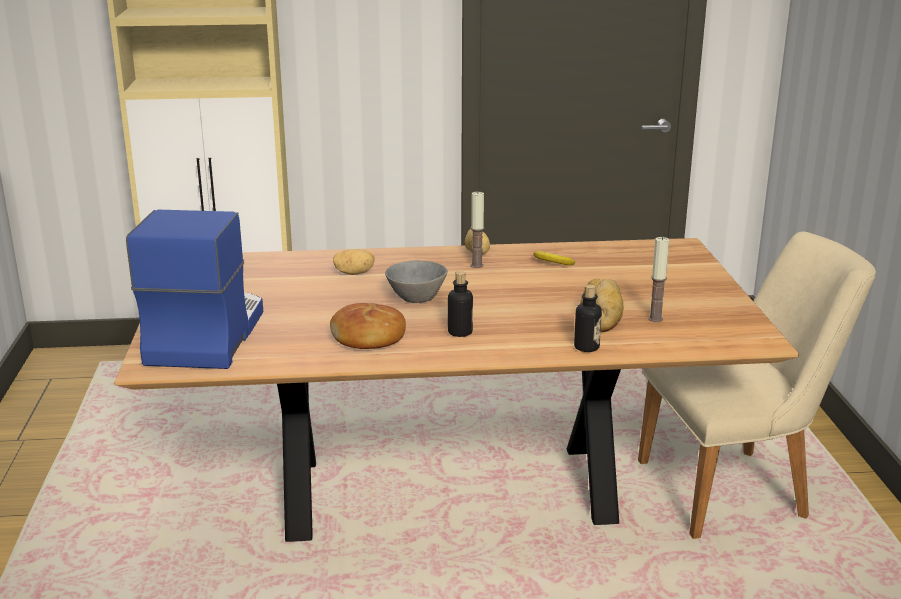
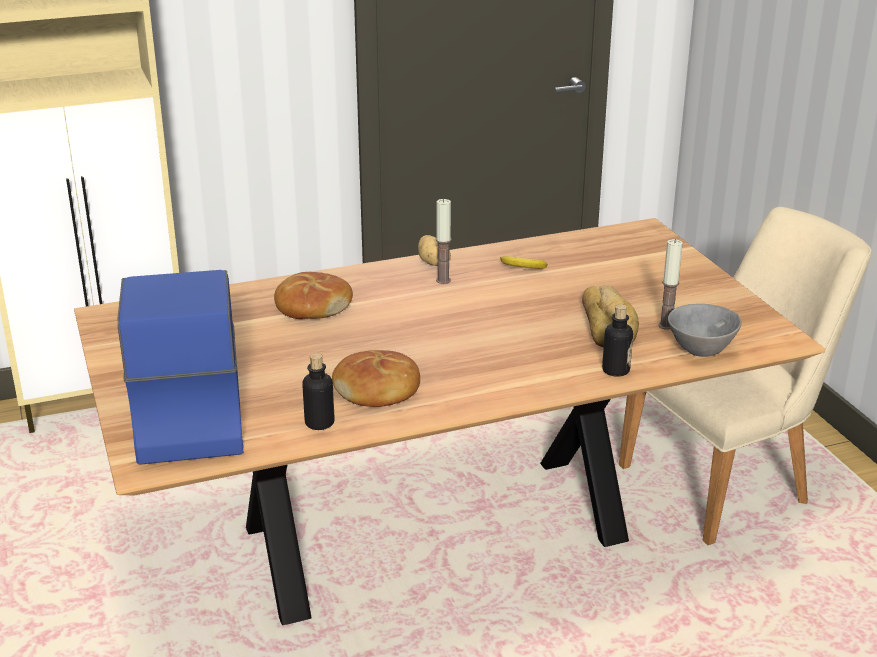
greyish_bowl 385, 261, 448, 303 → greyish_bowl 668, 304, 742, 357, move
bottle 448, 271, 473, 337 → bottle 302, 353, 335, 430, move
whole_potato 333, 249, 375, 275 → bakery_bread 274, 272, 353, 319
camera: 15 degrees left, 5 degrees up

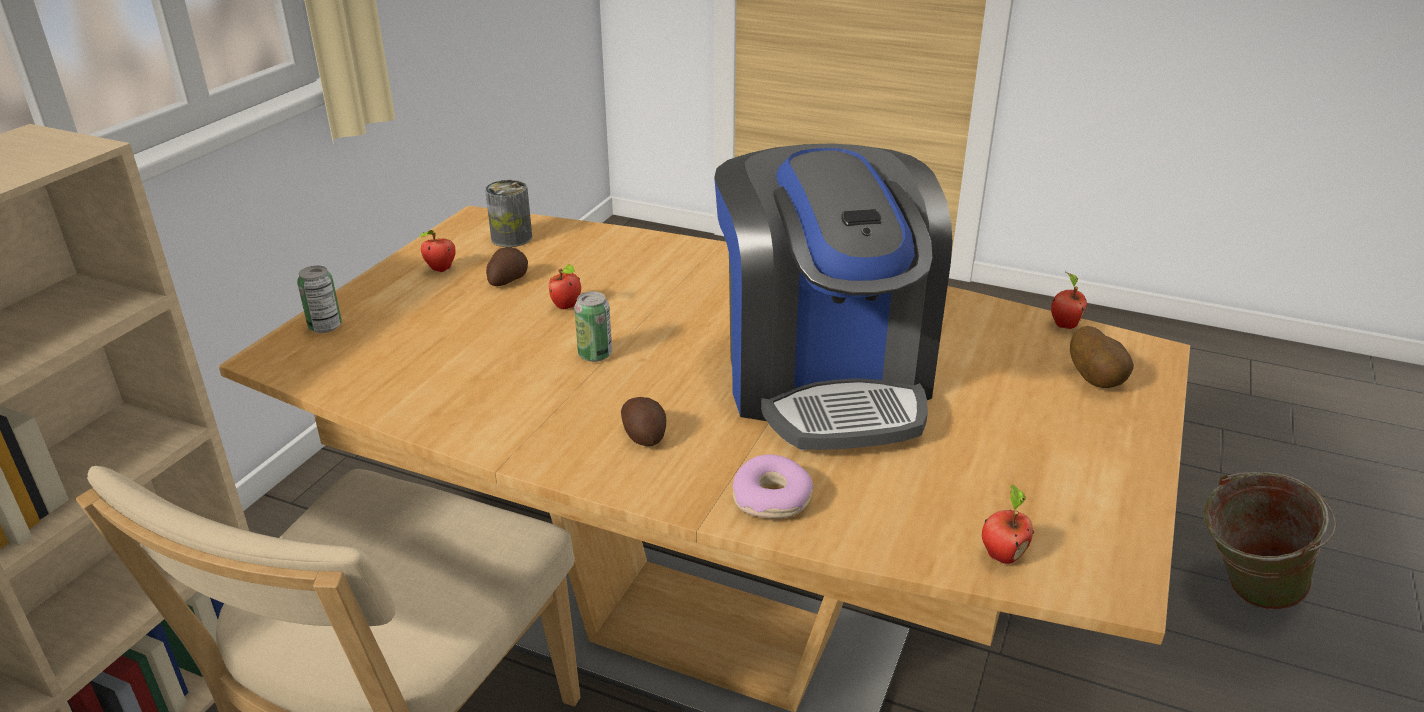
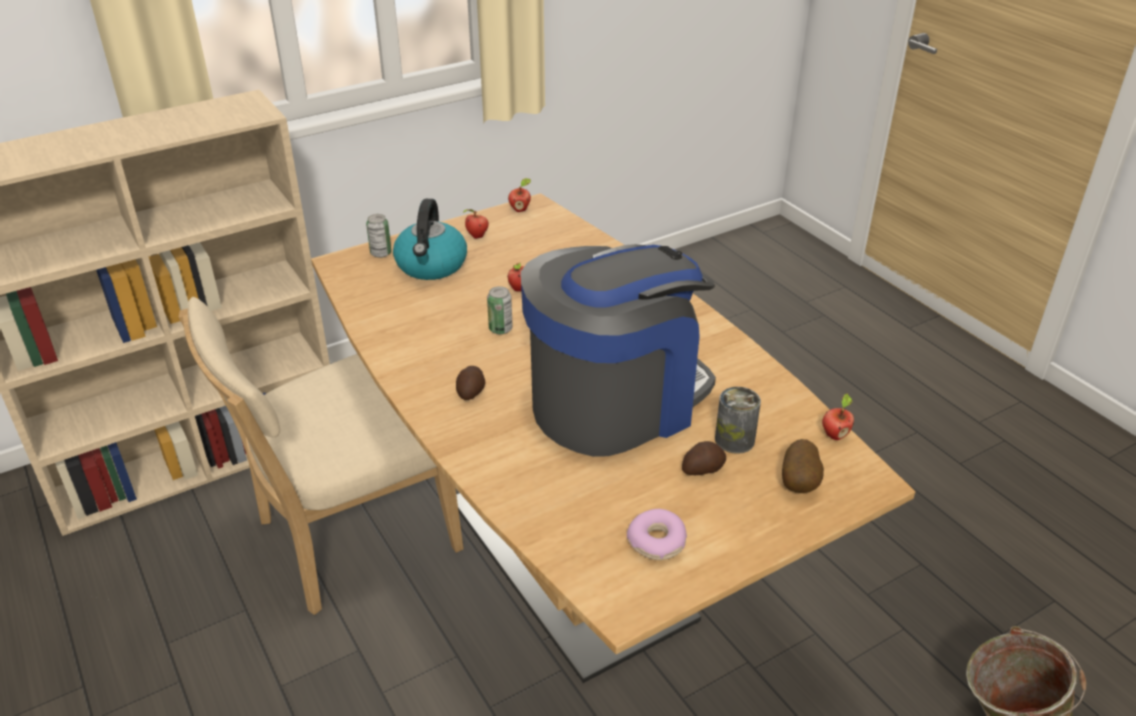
- → water_kettle 393, 199, 467, 280
can 485, 180, 532, 247 → can 715, 387, 761, 454, move
whole_potato 486, 247, 528, 286 → whole_potato 682, 441, 726, 475, move
donut 733, 454, 814, 519 → donut 627, 509, 687, 560, move
apple 982, 485, 1034, 564 → apple 508, 178, 531, 212, move
coffee_machine 714, 143, 952, 450 → coffee_machine 521, 244, 716, 457, 150 degrees counterclockwise
camera: 35 degrees right, 5 degrees up

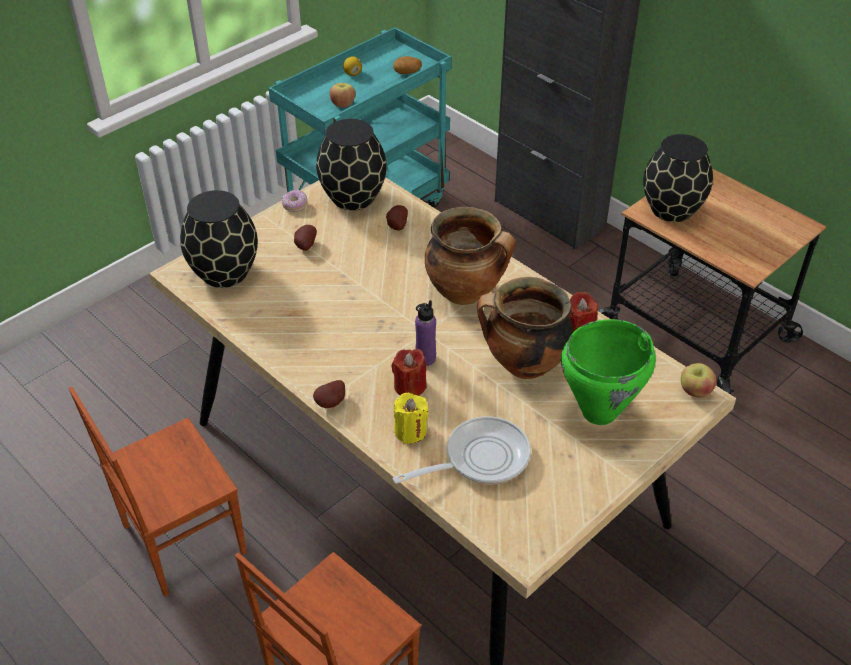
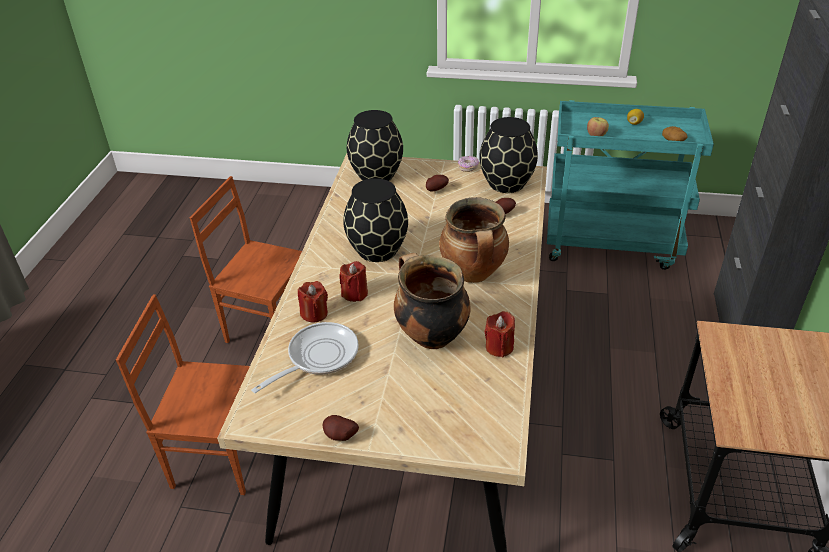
purple_bottle 415, 300, 436, 366 → -
green_stockpot 561, 319, 656, 425 → -
apple 681, 363, 716, 398 → -
whole_potato 313, 380, 345, 408 → whole_potato 323, 415, 359, 441, move
black-coloured_vase 643, 134, 713, 222 → black-coloured_vase 343, 178, 408, 262, move
yellowish_wax_light 394, 393, 428, 444 → red_wax_light 298, 281, 328, 323
skillet 393, 416, 531, 484 → skillet 251, 322, 359, 393, 75 degrees counterclockwise
camera: 55 degrees right, 5 degrees down

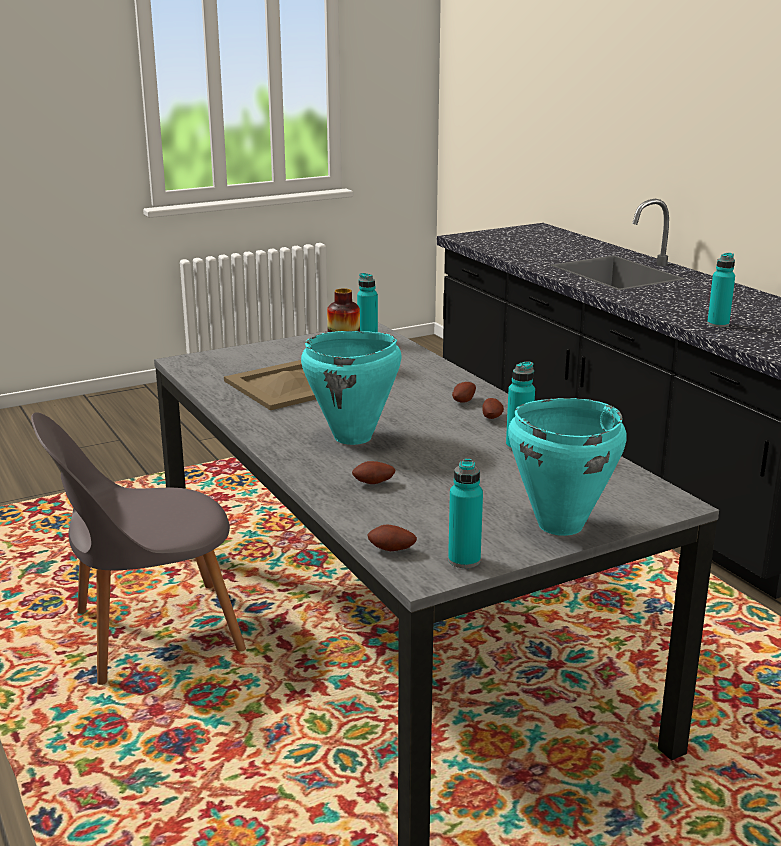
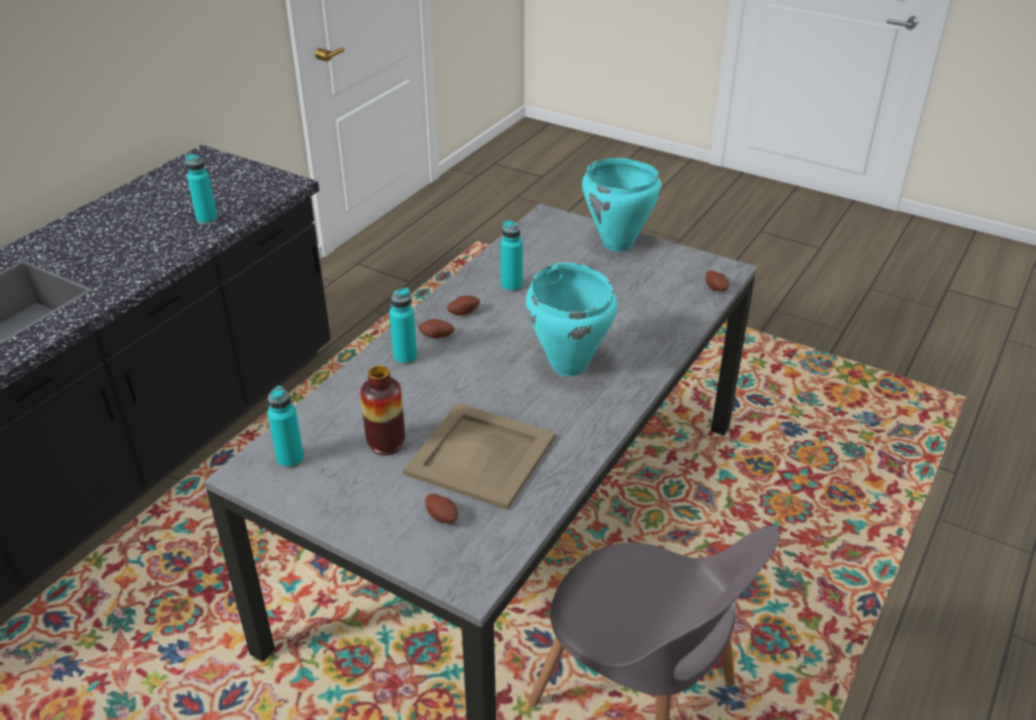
whole_potato 352, 461, 395, 484 → whole_potato 425, 494, 458, 523, move
turquoise_bottle 448, 459, 483, 568 → turquoise_bottle 389, 288, 417, 365, move
camera: 120 degrees left, 15 degrees up

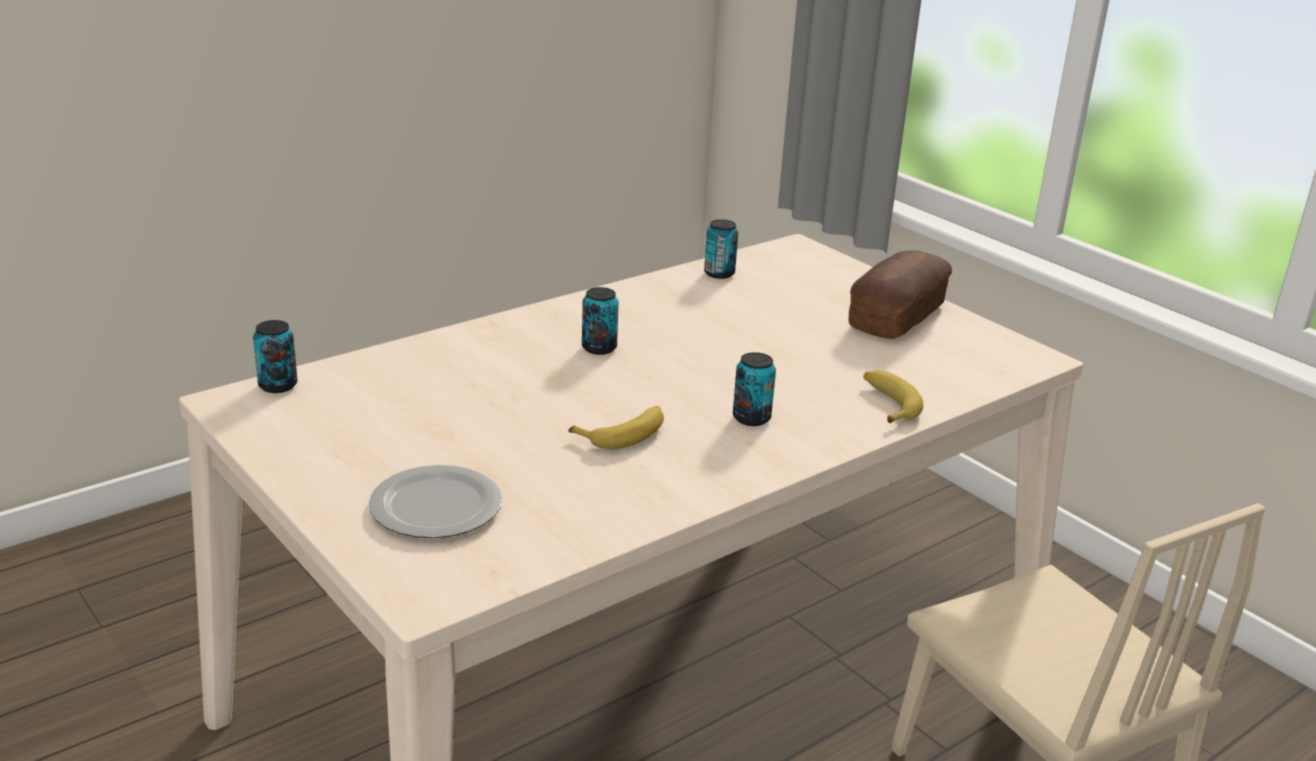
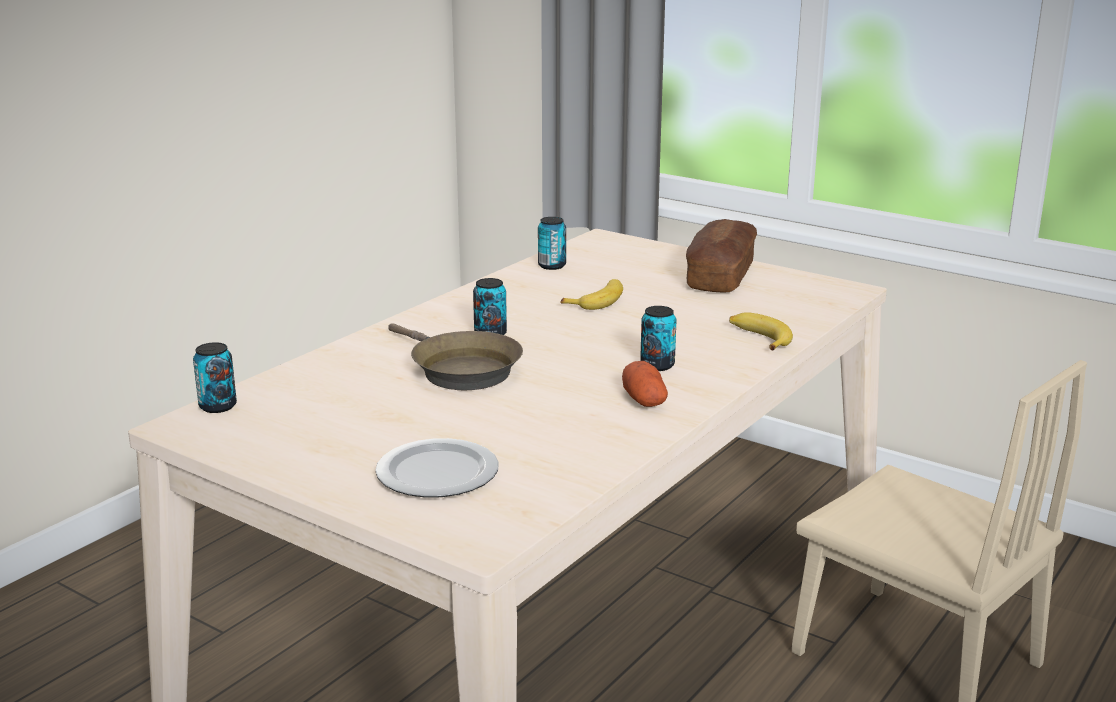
- → brownish_skillet 388, 323, 523, 390
- → whole_potato 622, 361, 668, 407
banana 568, 406, 664, 449 → banana 560, 279, 623, 310, move
camera: 15 degrees left, 5 degrees down

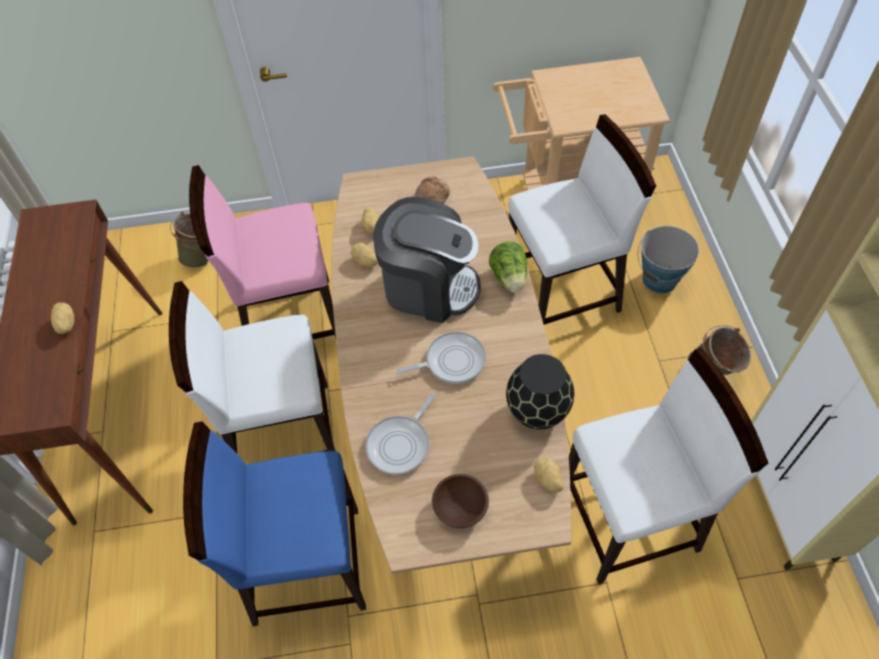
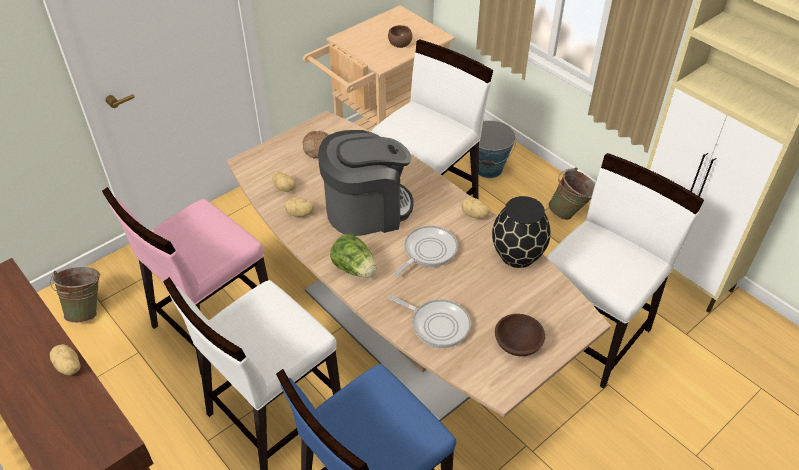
- → brownish_bowl 388, 25, 412, 48
lettuce_head 489, 241, 527, 293 → lettuce_head 330, 234, 376, 278, move
whole_potato 534, 458, 564, 493 → whole_potato 462, 197, 490, 219, move
skillet 365, 393, 435, 475 → skillet 389, 295, 471, 348, 60 degrees counterclockwise
camera: 35 degrees left, 10 degrees down

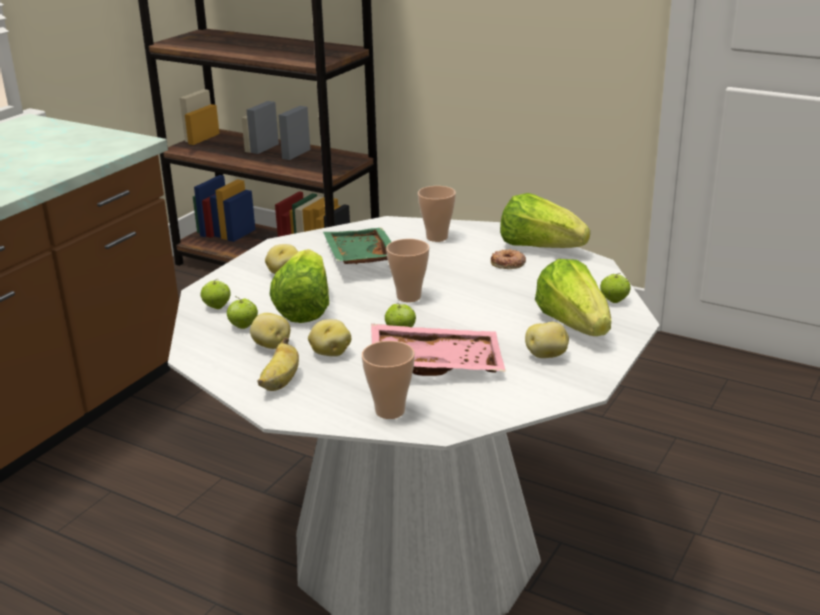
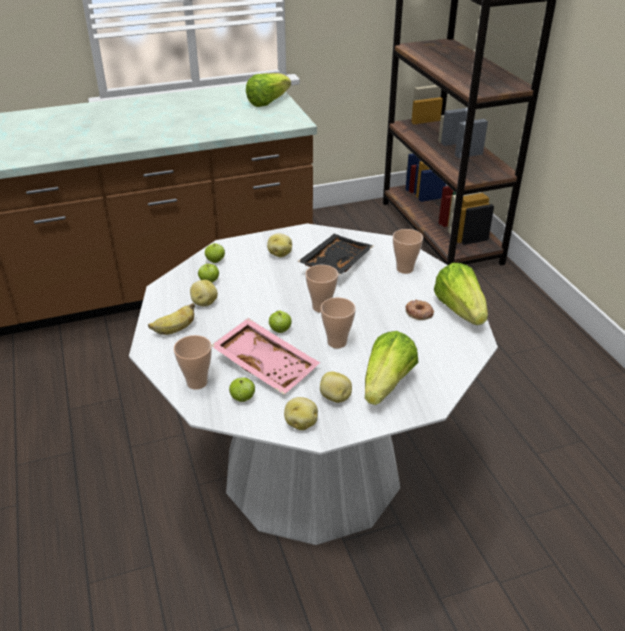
- → drinking_cup 321, 298, 356, 348
lettuce_head 270, 249, 329, 323 → lettuce_head 246, 73, 291, 107, move
whole_potato 308, 319, 351, 356 → whole_potato 284, 397, 318, 430, move
apple 600, 273, 631, 303 → apple 229, 377, 255, 402, move
green_serving_tray 323, 228, 391, 264 → black-coloured_serving_tray 297, 234, 374, 275
camera: 40 degrees right, 10 degrees up

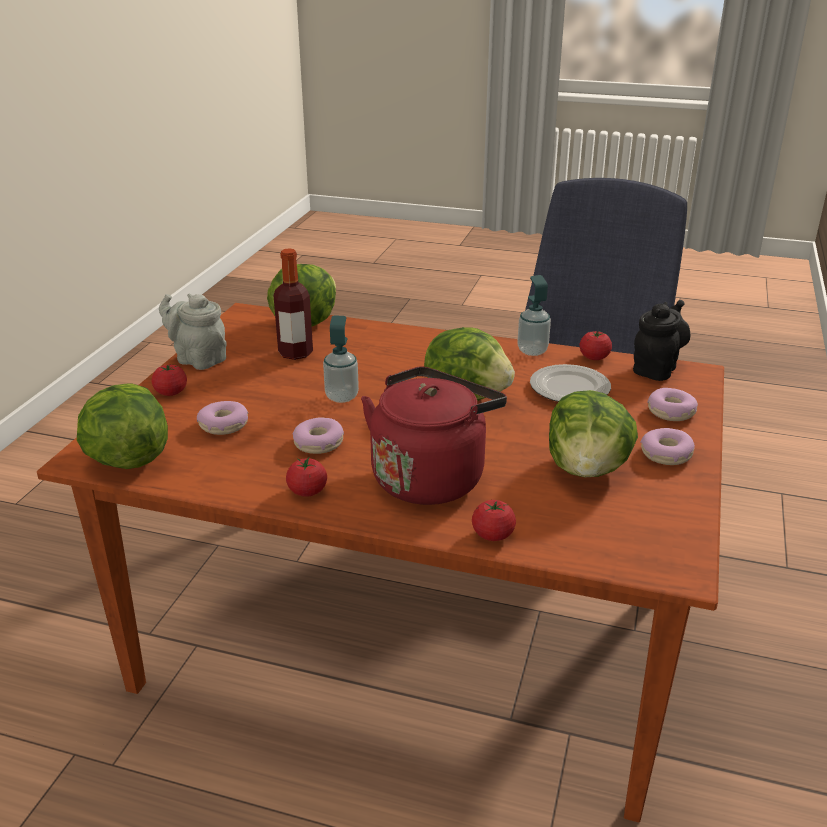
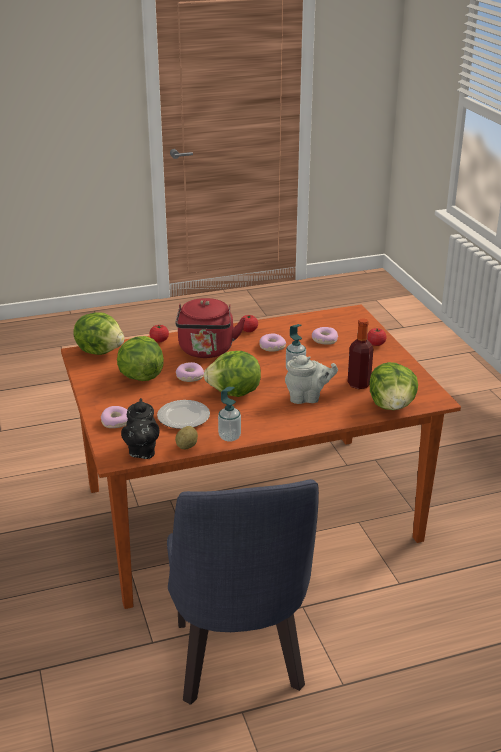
lettuce_head 77, 383, 168, 469 → lettuce_head 73, 312, 124, 355, move
greyish_tea_pot 159, 294, 227, 370 → greyish_tea_pot 285, 355, 338, 404, move
donut 640, 428, 695, 465 → donut 176, 362, 204, 382, move
whole_tomato 579, 331, 612, 360 → whole_potato 175, 426, 198, 449
camera: 145 degrees right, 0 degrees up

